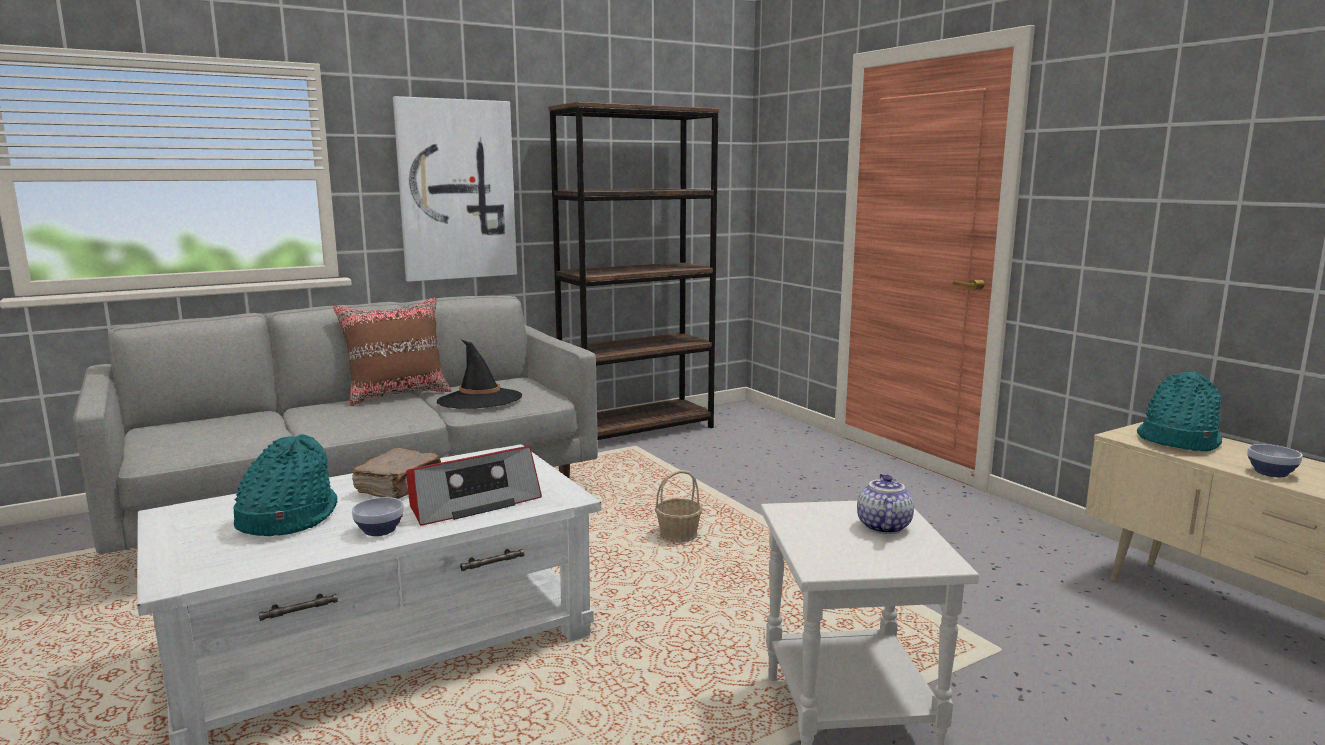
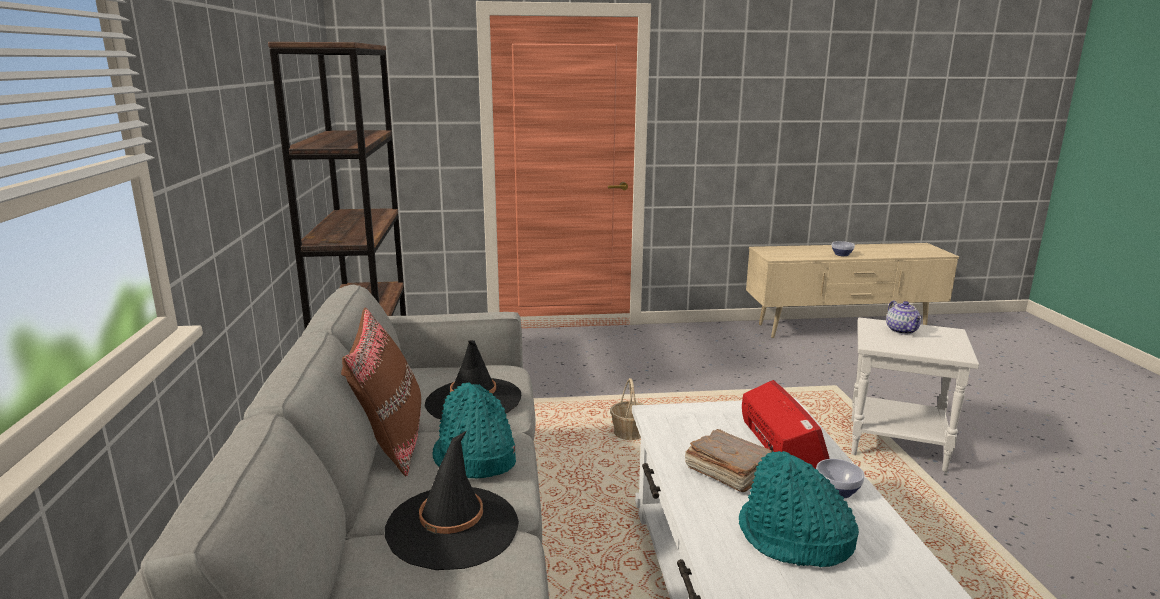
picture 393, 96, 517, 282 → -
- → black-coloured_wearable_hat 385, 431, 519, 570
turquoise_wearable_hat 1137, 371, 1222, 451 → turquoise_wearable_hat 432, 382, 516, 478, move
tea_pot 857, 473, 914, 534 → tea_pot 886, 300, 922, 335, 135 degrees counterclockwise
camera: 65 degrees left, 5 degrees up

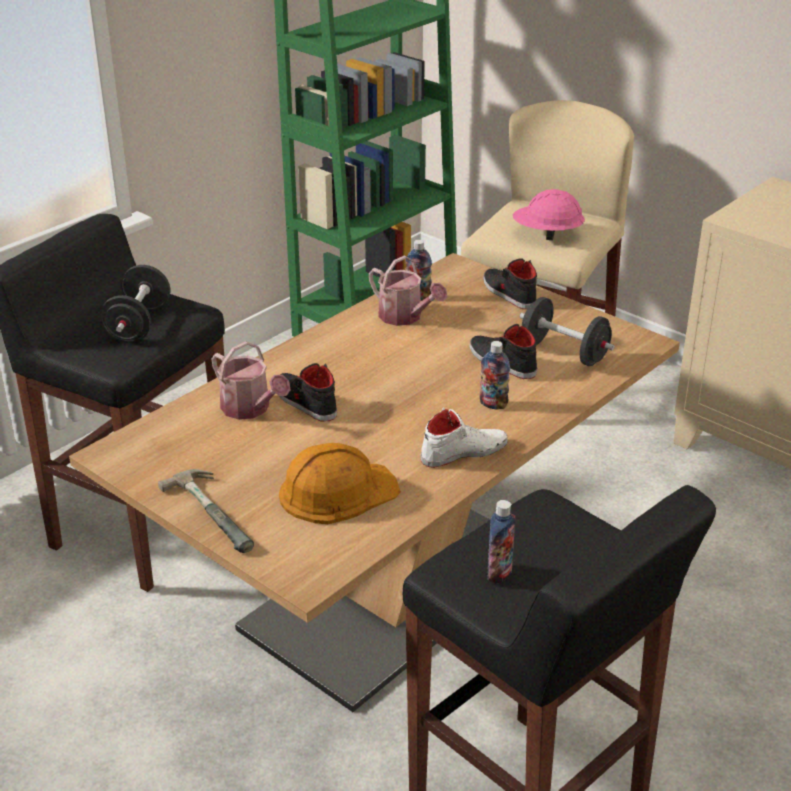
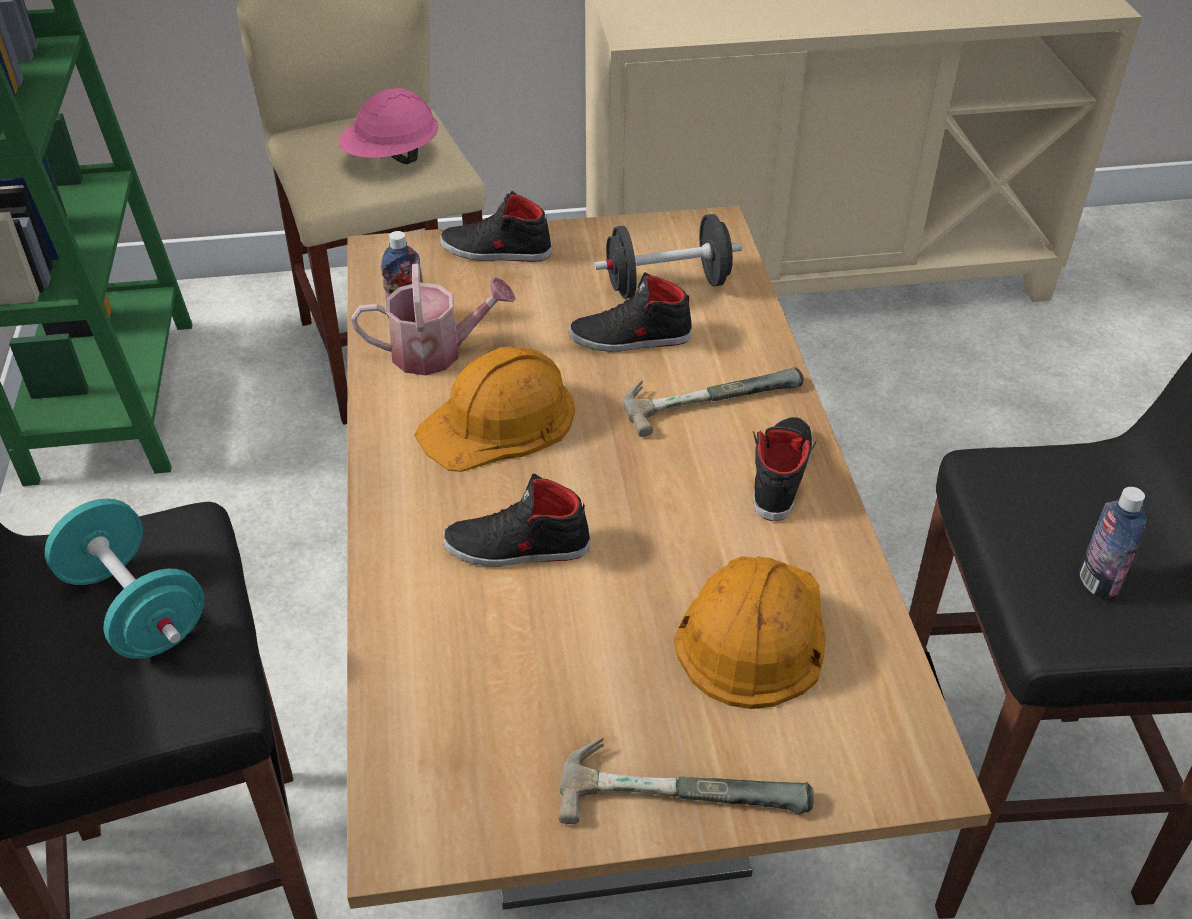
watering_pot 211, 341, 291, 420 → -
- → orange-coloured_work_helmet 415, 346, 575, 472
bottle 479, 341, 510, 409 → hand_hammer 624, 367, 804, 437
black-coloured_free_weight 100, 265, 170, 343 → turquoise_free_weight 45, 499, 205, 659
white-coloured_item_of_footwear 421, 407, 508, 468 → black-coloured_item_of_footwear 753, 417, 817, 521
camera: 50 degrees left, 10 degrees up

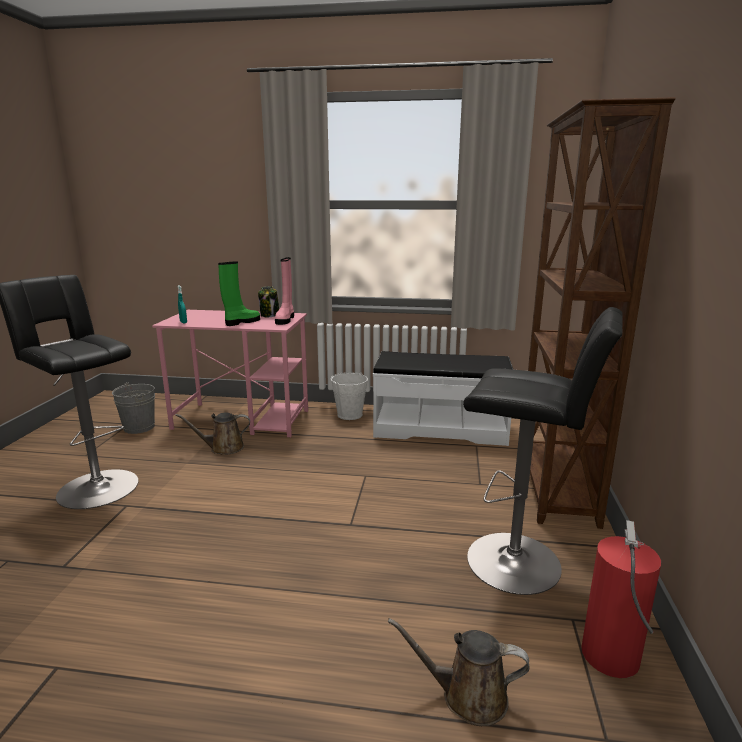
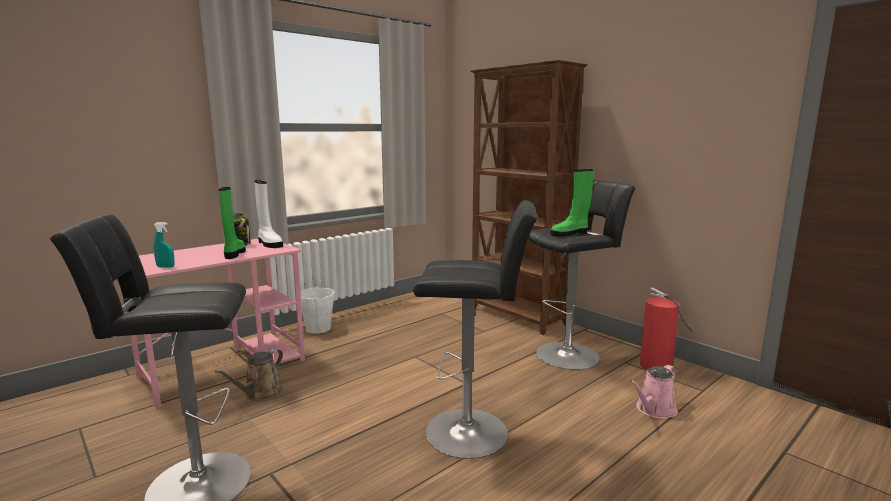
greyish_pail 112, 382, 155, 434 → -
white-coloured_bench 373, 351, 513, 446 → -
- → black-coloured_stool 413, 200, 537, 459
- → green_high-top_boot 550, 169, 593, 237
pink-coloured_high-top_boot 275, 257, 294, 325 → white-coloured_high-top_boot 254, 180, 283, 248
brownish_watering_pot 388, 618, 530, 726 → pink-coloured_watering_pot 629, 365, 678, 419
camera: 50 degrees left, 5 degrees down

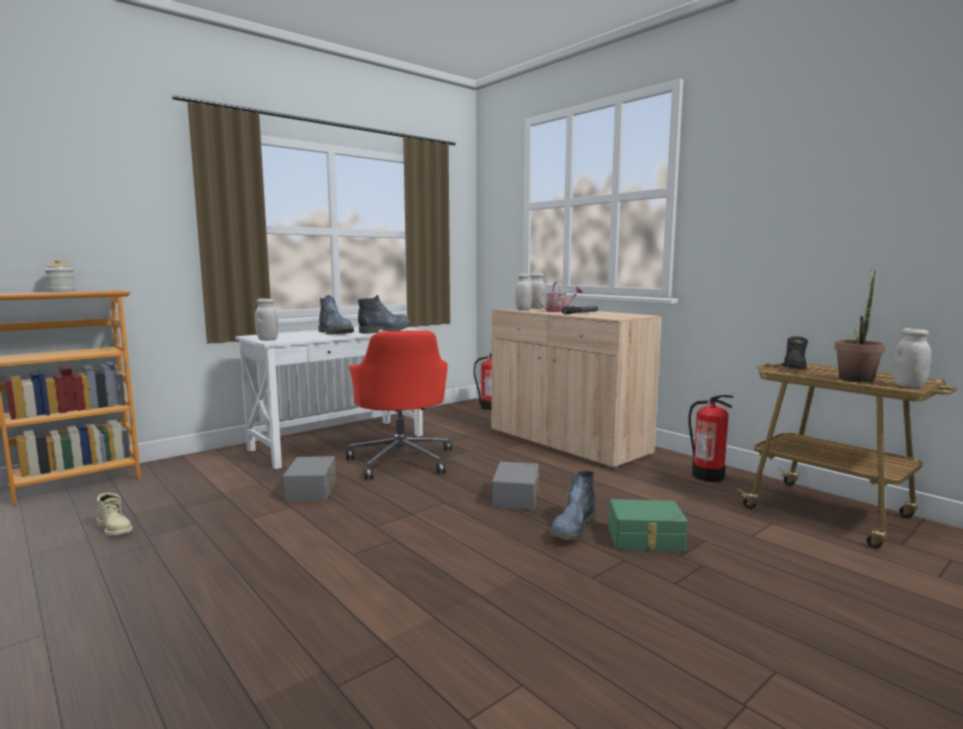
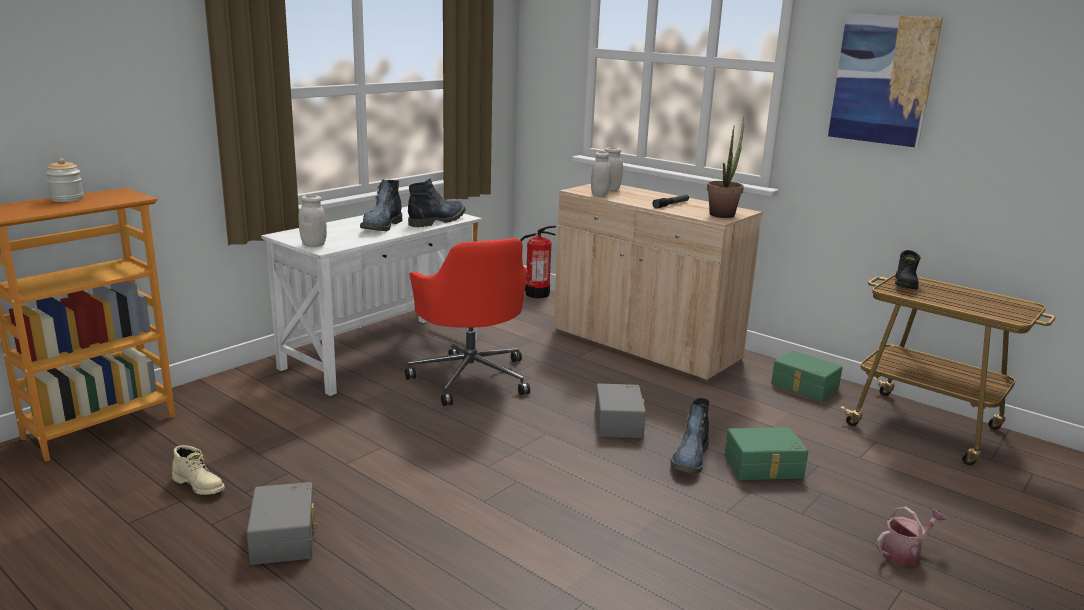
white-coloured_preserve_jar 892, 328, 931, 388 → -
- → picture 828, 14, 943, 148
greyish_storage_box 283, 456, 336, 501 → greyish_storage_box 247, 482, 318, 565, move
watering_pot 537, 281, 583, 312 → watering_pot 876, 507, 946, 566, move
potted_plant 835, 267, 886, 382 → potted_plant 707, 117, 744, 218, move
fire_extinguisher 688, 395, 734, 482 → green_storage_box 771, 351, 843, 401
high-top_boot 318, 295, 354, 335 → high-top_boot 360, 180, 402, 231, 60 degrees clockwise
camera: 10 degrees left, 10 degrees up

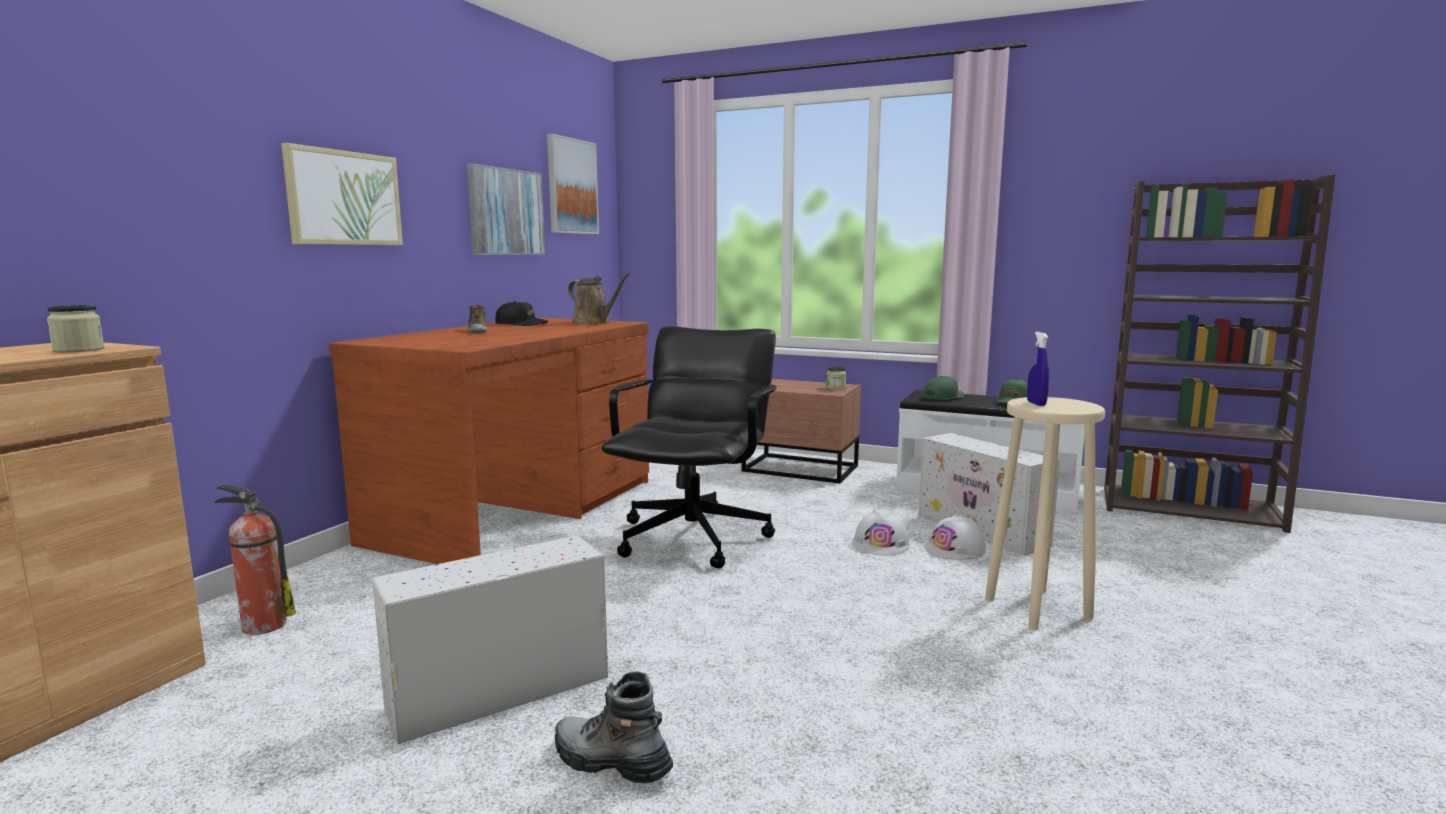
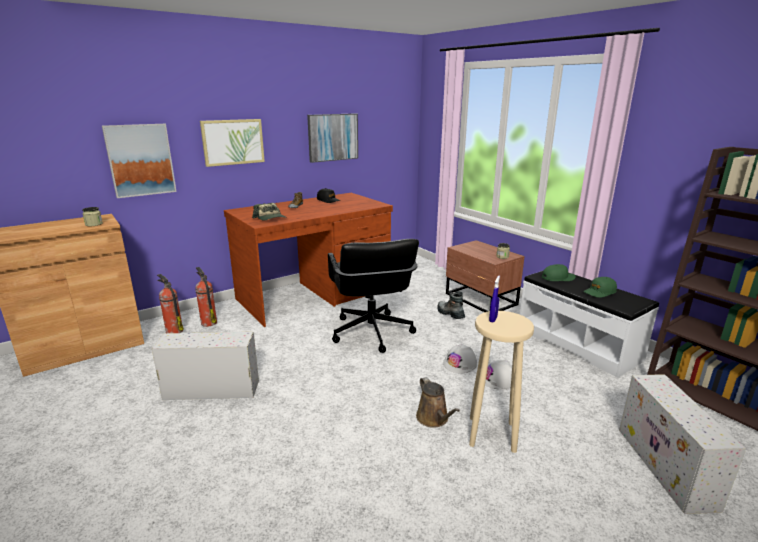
- → fire_extinguisher 195, 267, 217, 327
- → baseball_cap 252, 203, 287, 221
picture 547, 134, 599, 234 → picture 102, 124, 177, 198, move
high-top_boot 555, 671, 673, 783 → high-top_boot 437, 291, 465, 319, move
brownish_watering_pot 568, 273, 630, 324 → brownish_watering_pot 416, 377, 460, 428, move
white-coloured_storage_box 919, 433, 1060, 556 → white-coloured_storage_box 619, 374, 746, 514, move
black-coloured_office_chair 601, 326, 777, 569 → black-coloured_office_chair 328, 239, 419, 353, 120 degrees clockwise
camera: 30 degrees right, 10 degrees up

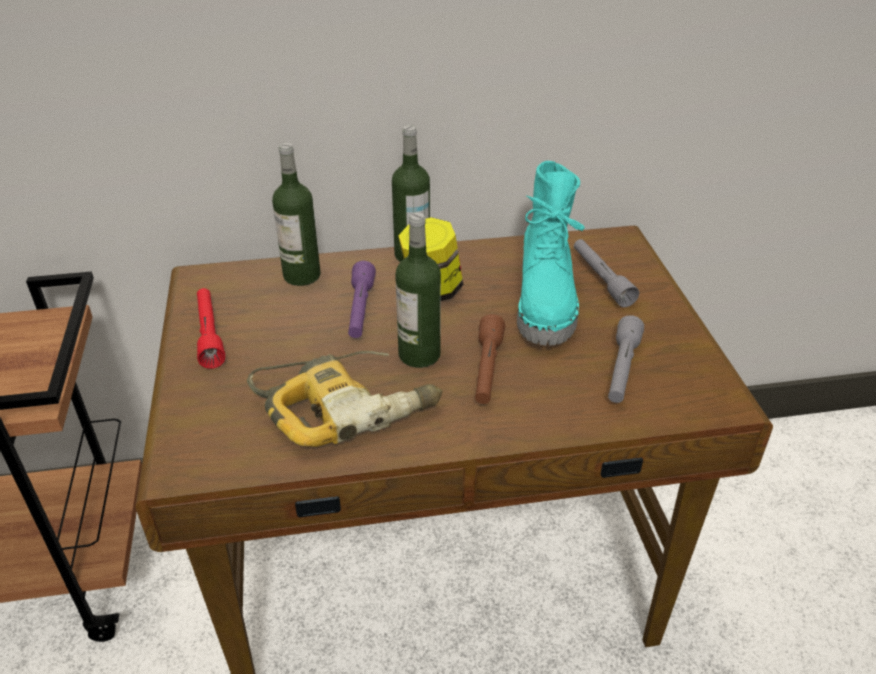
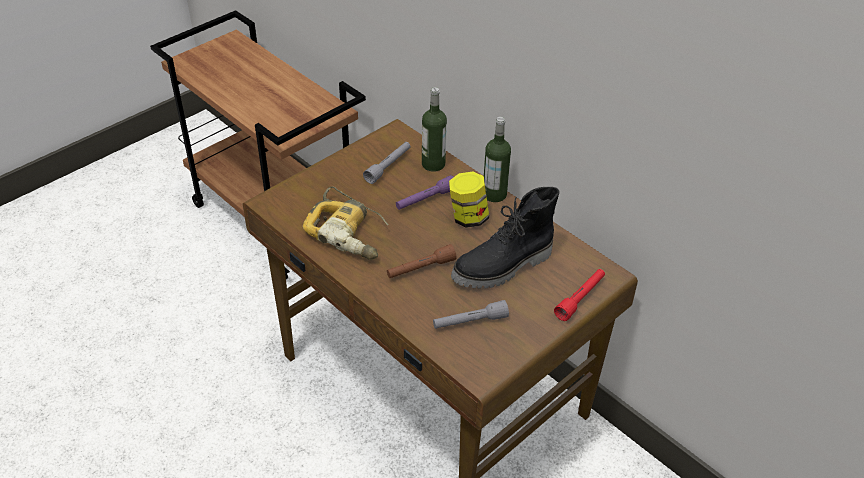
bottle 395, 212, 441, 368 → -
red_flashlight 197, 288, 225, 369 → red_flashlight 554, 269, 605, 321, move
greyish_flashlight 574, 239, 639, 307 → greyish_flashlight 363, 142, 411, 184, move
turquoise_high-top_boot 517, 161, 585, 346 → black-coloured_high-top_boot 451, 187, 559, 289
camera: 55 degrees right, 5 degrees up

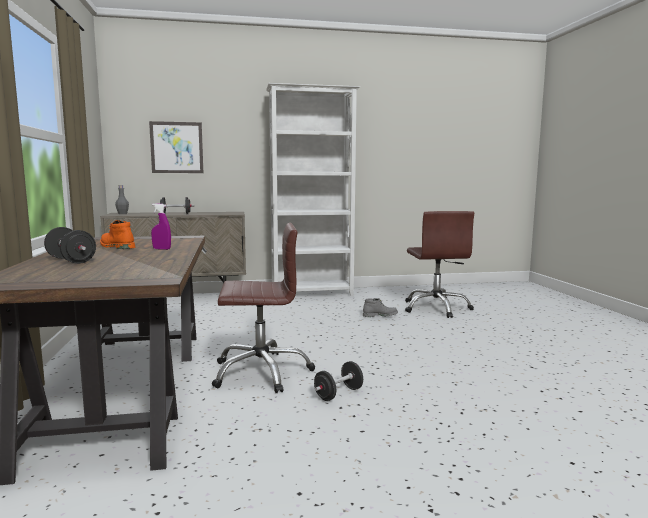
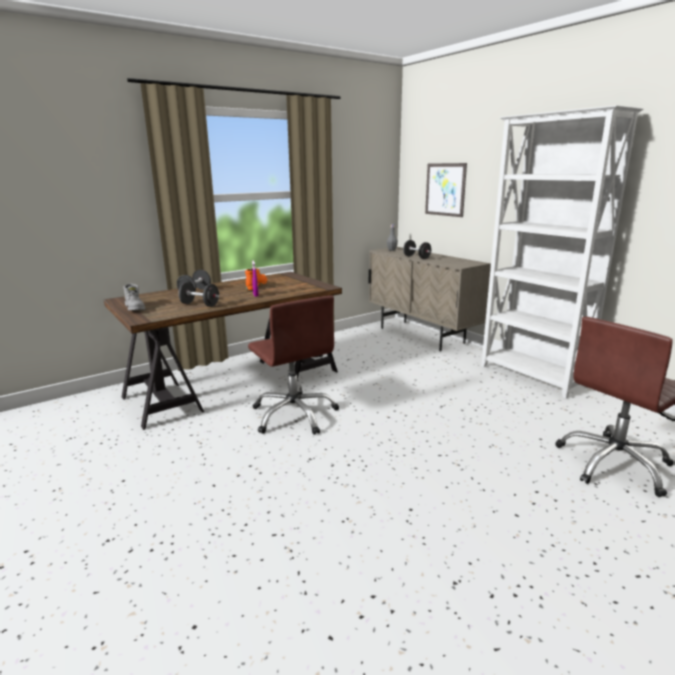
black-coloured_free_weight 314, 361, 363, 401 → black-coloured_free_weight 178, 282, 219, 307, move
greyish_high-top_boot 363, 298, 398, 317 → greyish_high-top_boot 124, 283, 145, 311, move
camera: 65 degrees right, 10 degrees up

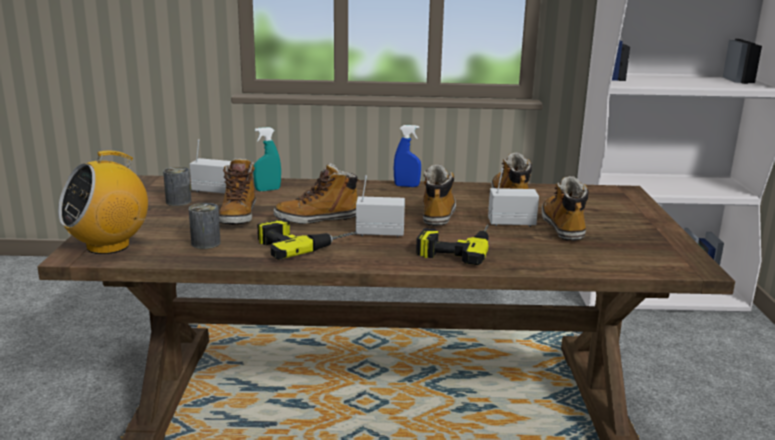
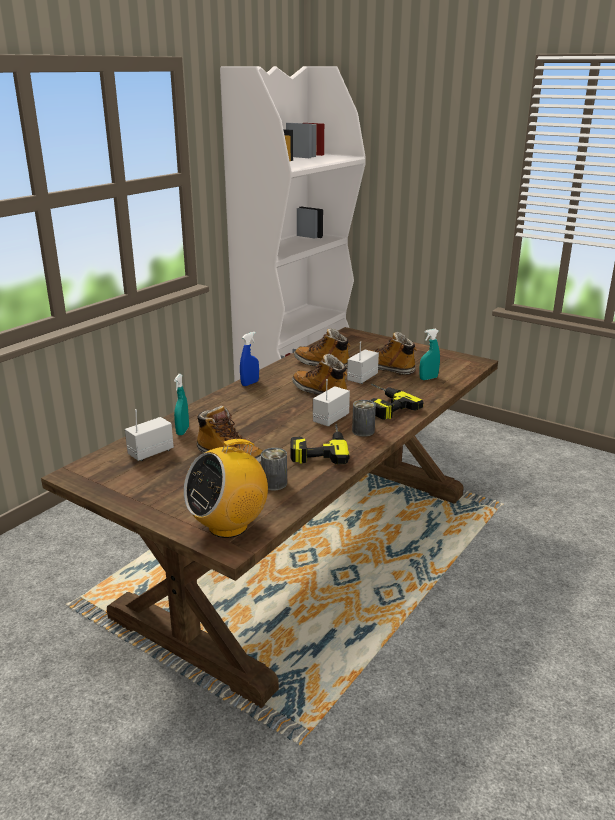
high-top_boot 274, 163, 361, 224 → -
- → turquoise_sprayer 420, 329, 440, 380
can 163, 167, 192, 206 → can 352, 400, 376, 437, move
radio 58, 150, 148, 254 → radio 184, 438, 268, 538, 60 degrees clockwise
camera: 55 degrees left, 5 degrees up

